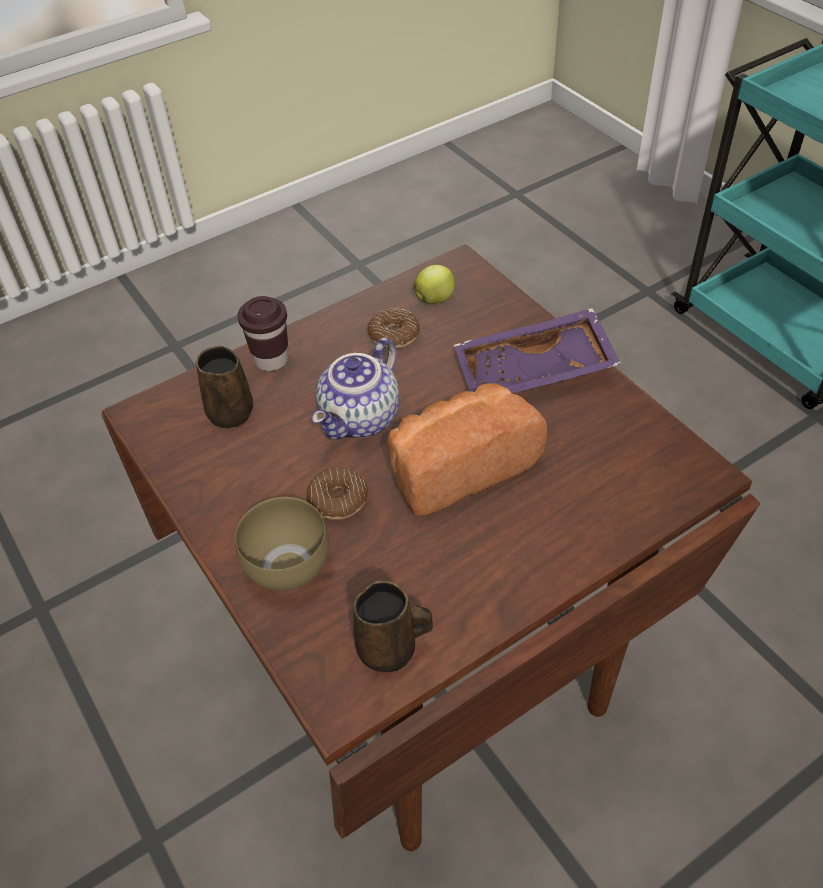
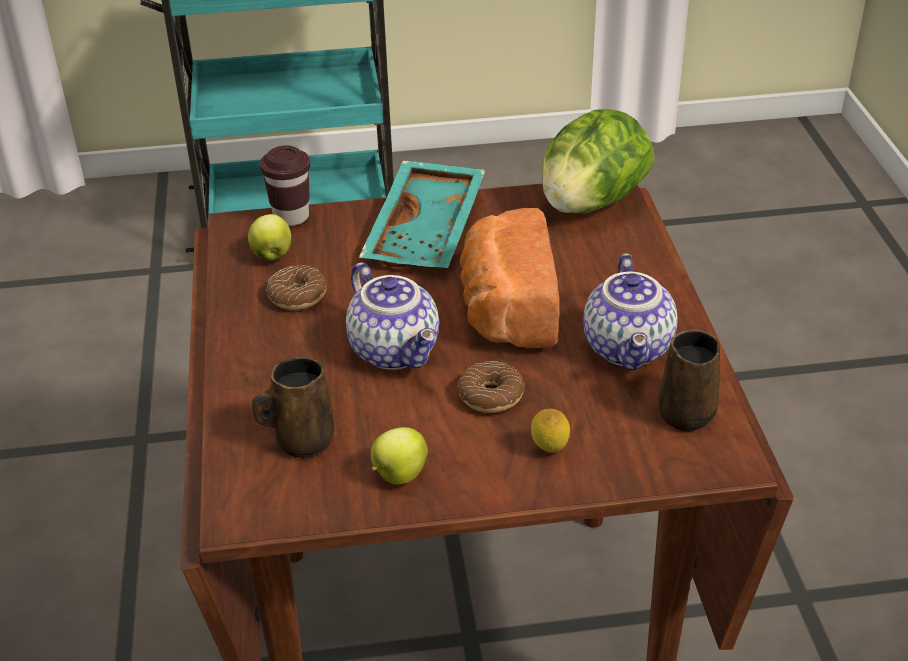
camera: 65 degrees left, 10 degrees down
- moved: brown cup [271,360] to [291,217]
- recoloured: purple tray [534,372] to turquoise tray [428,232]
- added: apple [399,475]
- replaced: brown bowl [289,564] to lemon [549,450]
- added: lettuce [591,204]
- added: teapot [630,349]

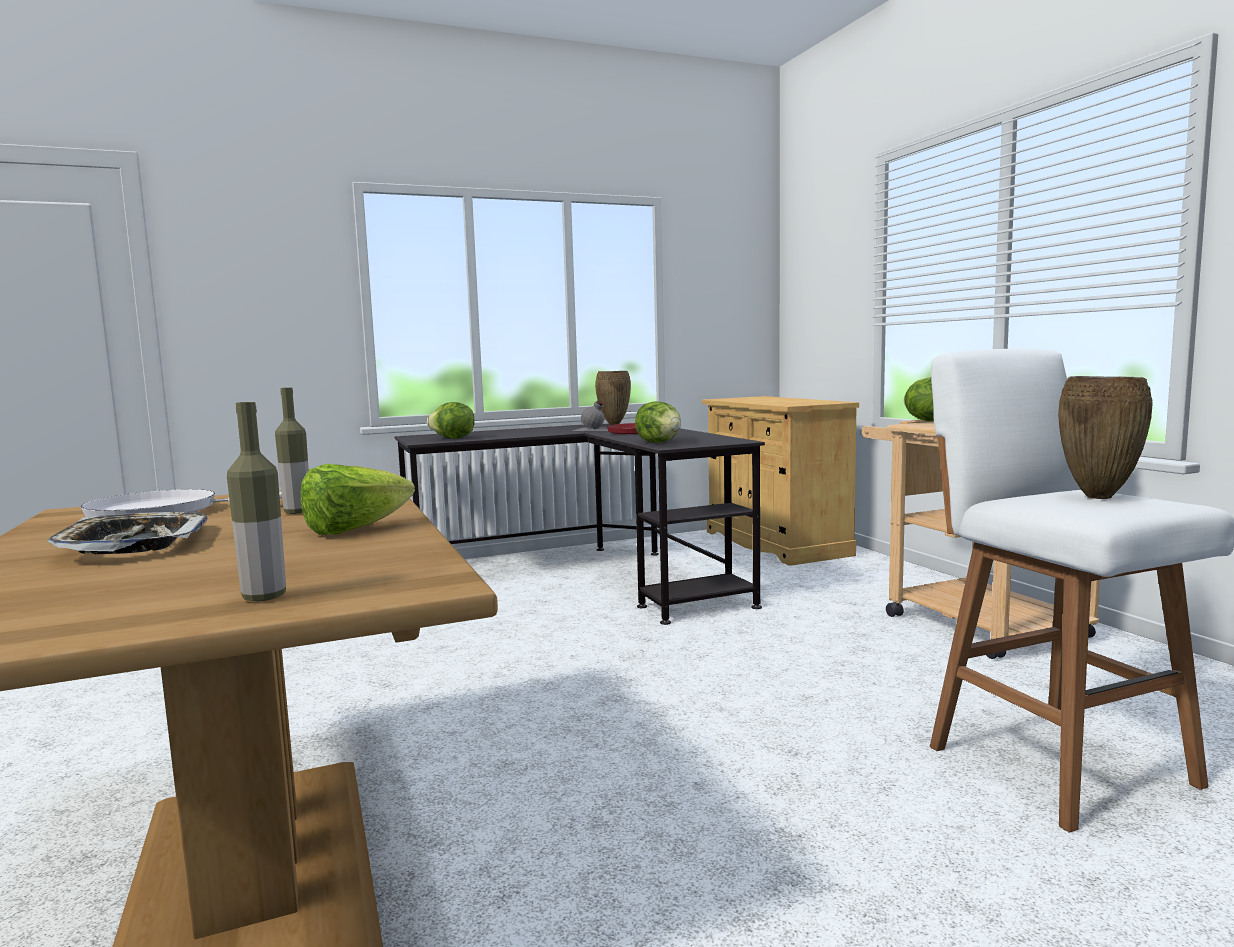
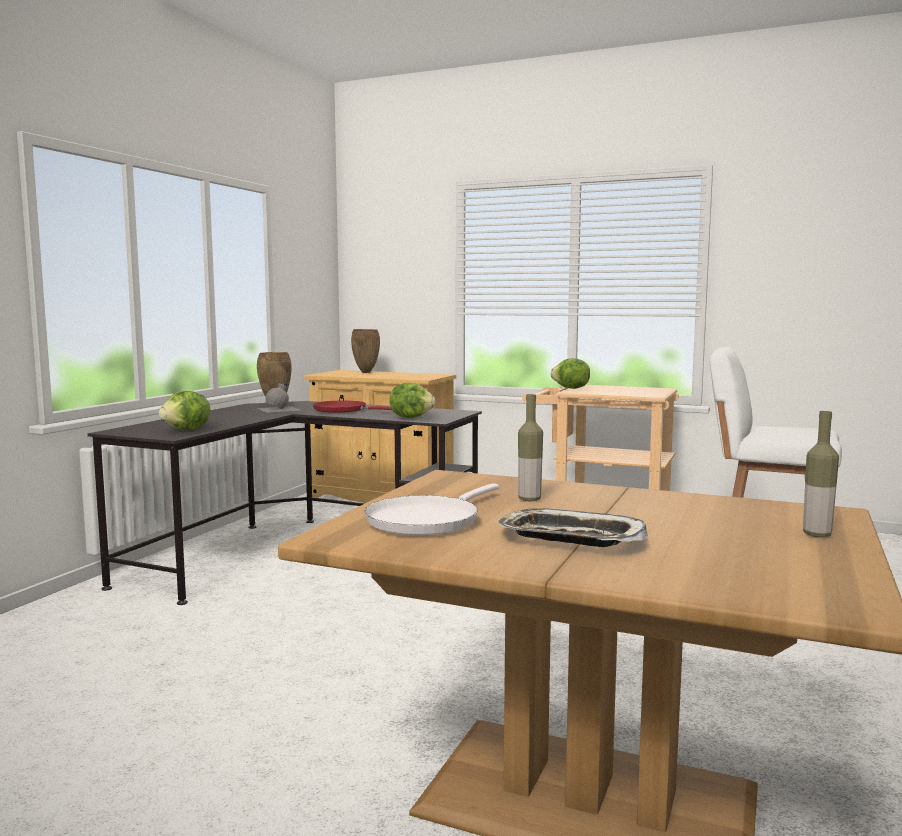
camera: 45 degrees left, 0 degrees up
- moved: brown vase [1099,497] to [366,372]
- removed: lettuce [355,530]

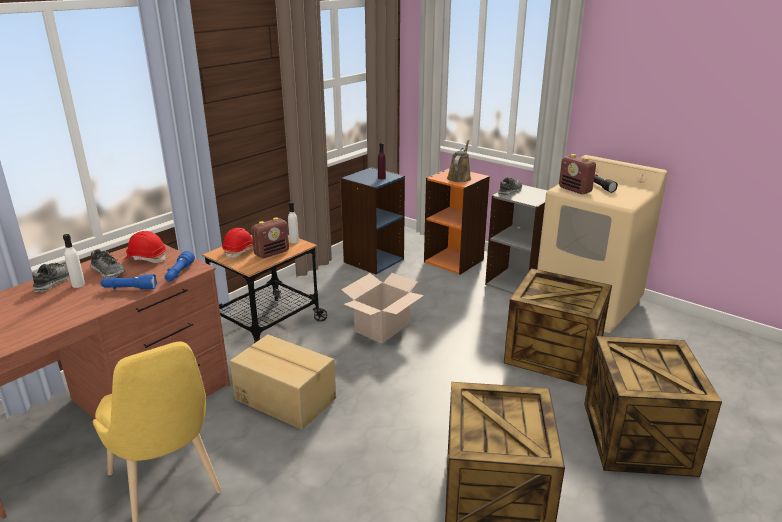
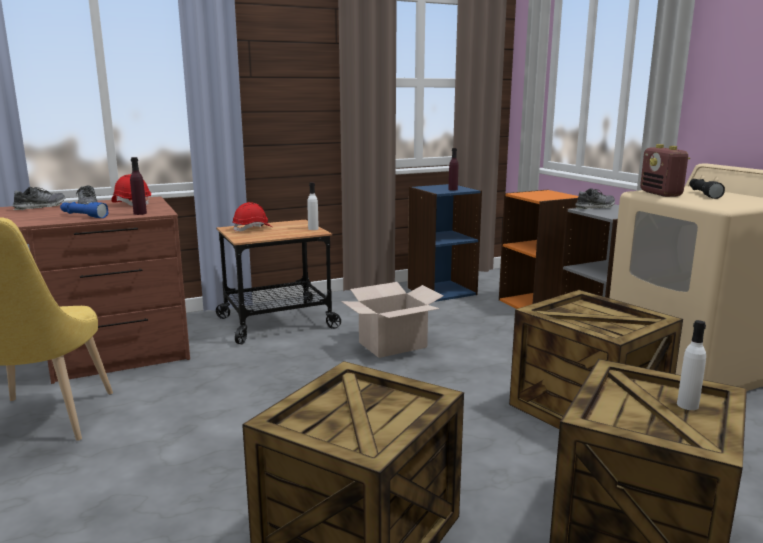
camera: 25 degrees right, 10 degrees down
- replaced: blue flashlight [179,273] to purple bottle [140,213]
- moved: white bottle [78,284] to [687,405]
- removed: cardboard box [286,398]
- removed: radio [272,253]
- removed: brown watering can [459,177]

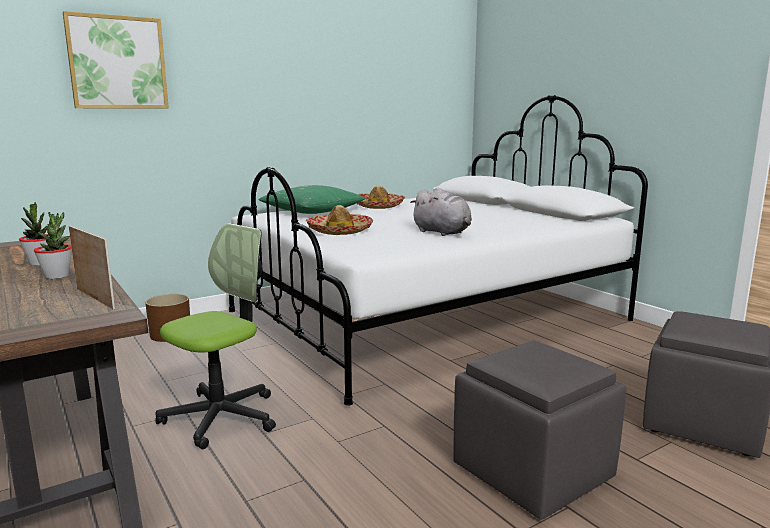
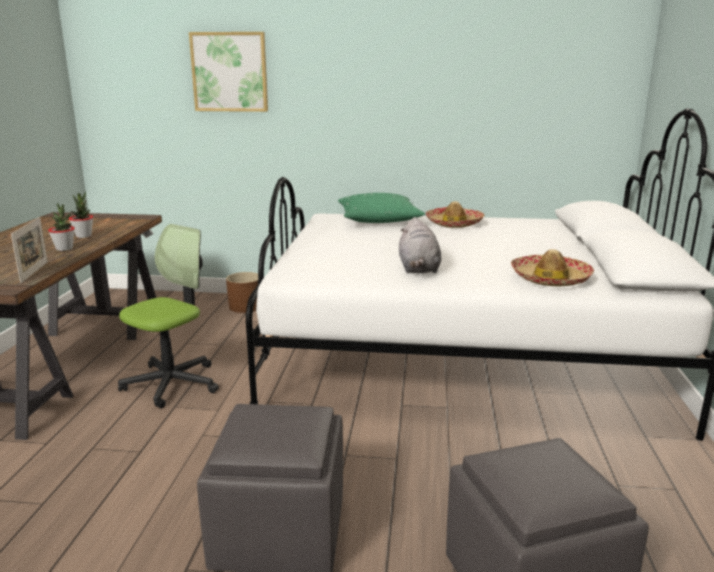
camera: 40 degrees right, 5 degrees up
- turned: office chair [221,417] = [172,383] 45 degrees counterclockwise
- moved: hat [339,231] to [549,279]

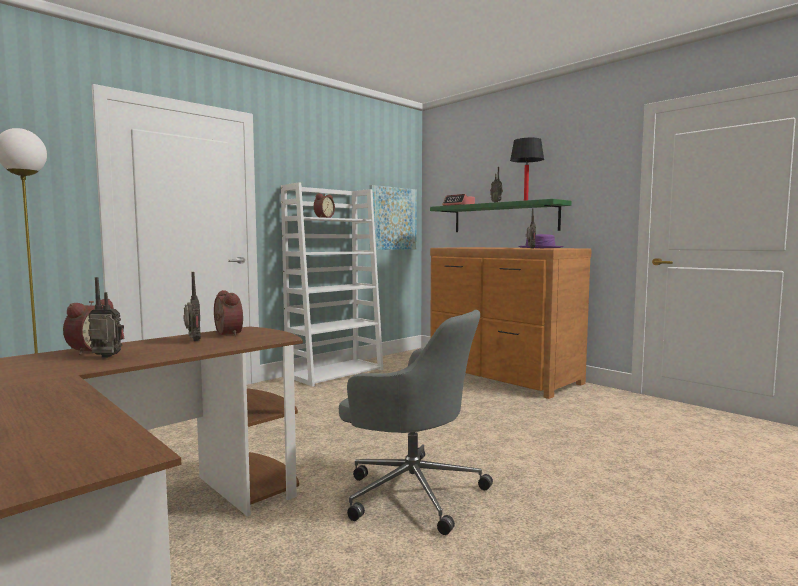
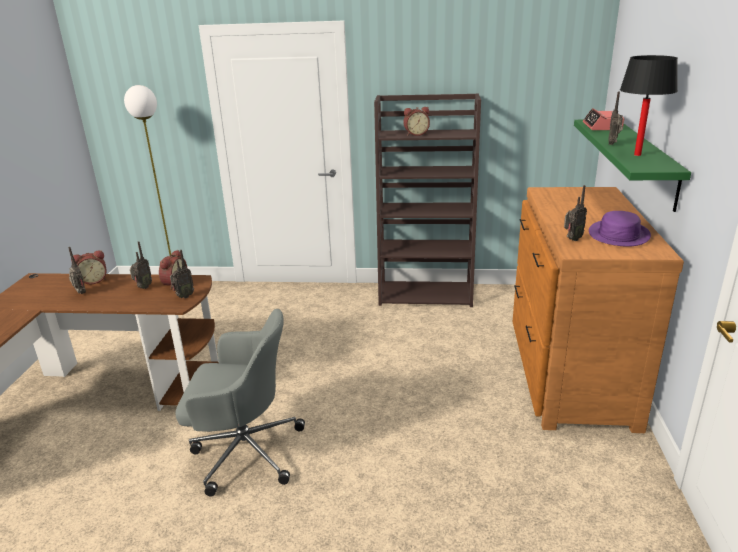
camera: 50 degrees right, 20 degrees up
- added: radio [183,296]
- turned: grey office chair [411,491] = [244,451] 75 degrees counterclockwise
- recoloured: white bookcase [335,372] to brown bookcase [426,294]
- removed: picture [392,218]

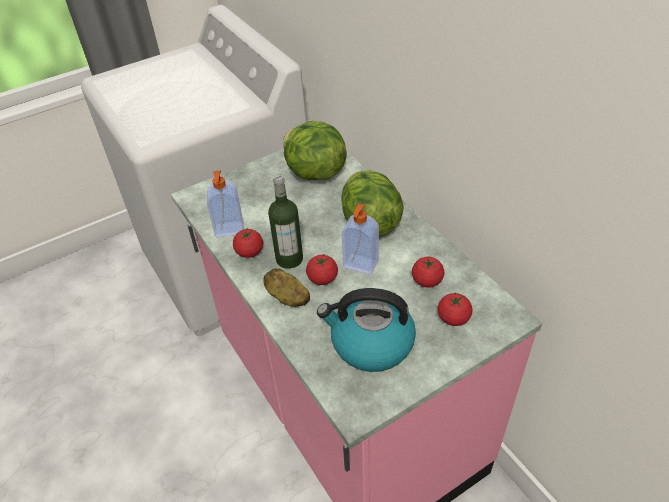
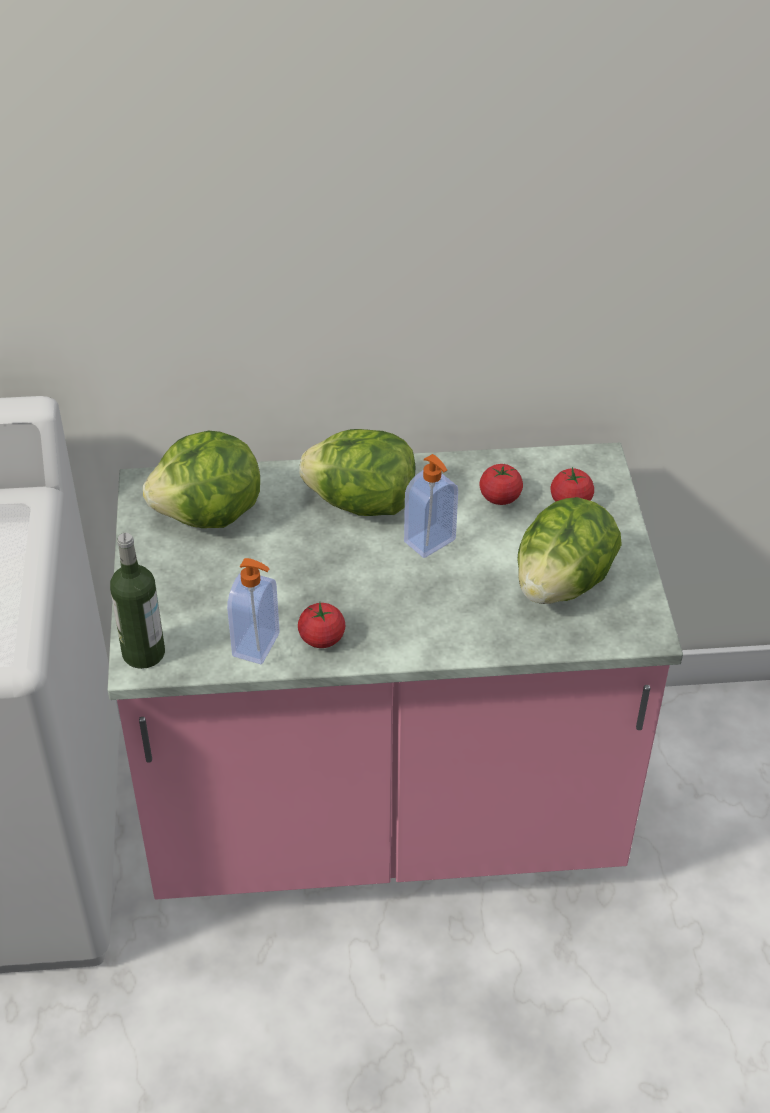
camera: 65 degrees left, 0 degrees up
- moved: bottle [289,259] to [143,653]
- replaced: kettle [370,344] to lettuce [562,583]
- removed: potato [287,297]
- removed: tomato [322,278]

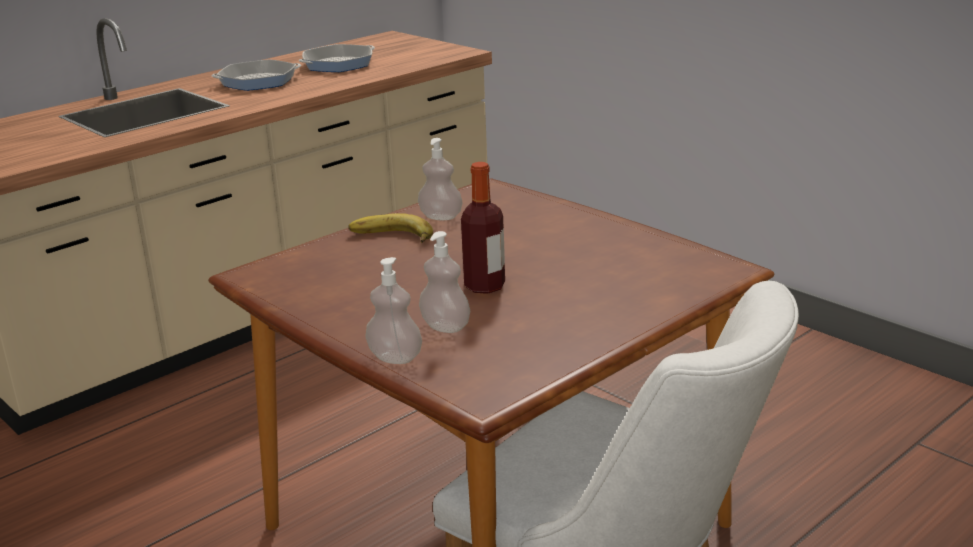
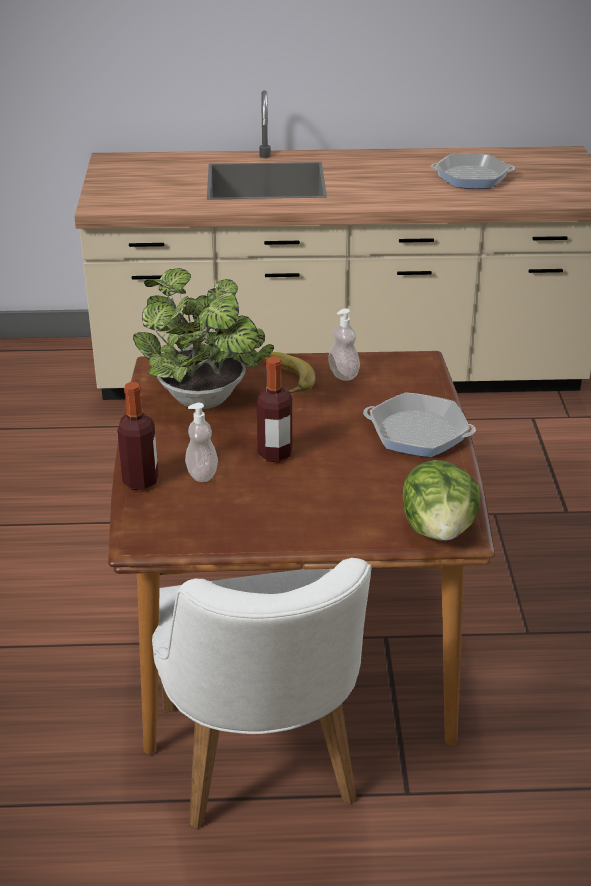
camera: 40 degrees right, 10 degrees up
- replaced: soap dispenser [395,357] to bottle [140,481]
- added: potted plant [206,401]
- moved: frying pan [258,81] to [418,432]
- added: lettuce [439,529]

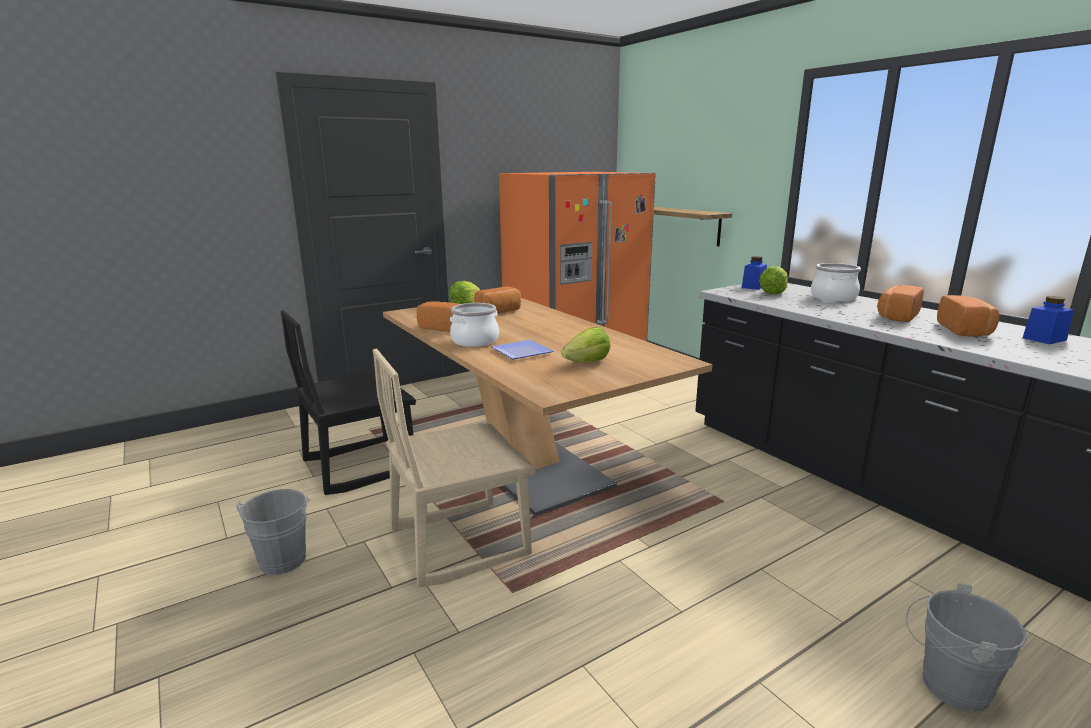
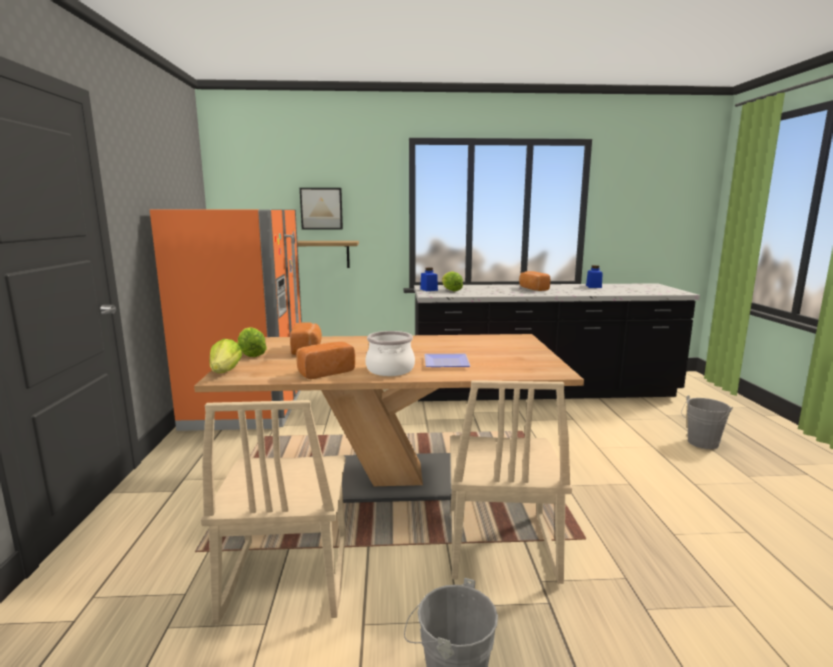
camera: 60 degrees left, 5 degrees down
- recoloured: black chair [359,466] to beige chair [285,578]
- moved: lettuce [587,362] to [225,372]
- added: picture [321,208]
- removed: cooking pot [833,297]
- removed: bread [965,330]

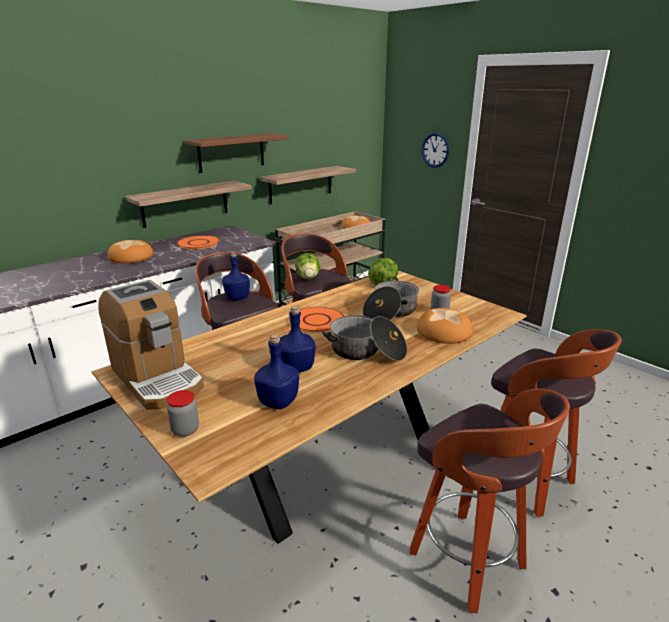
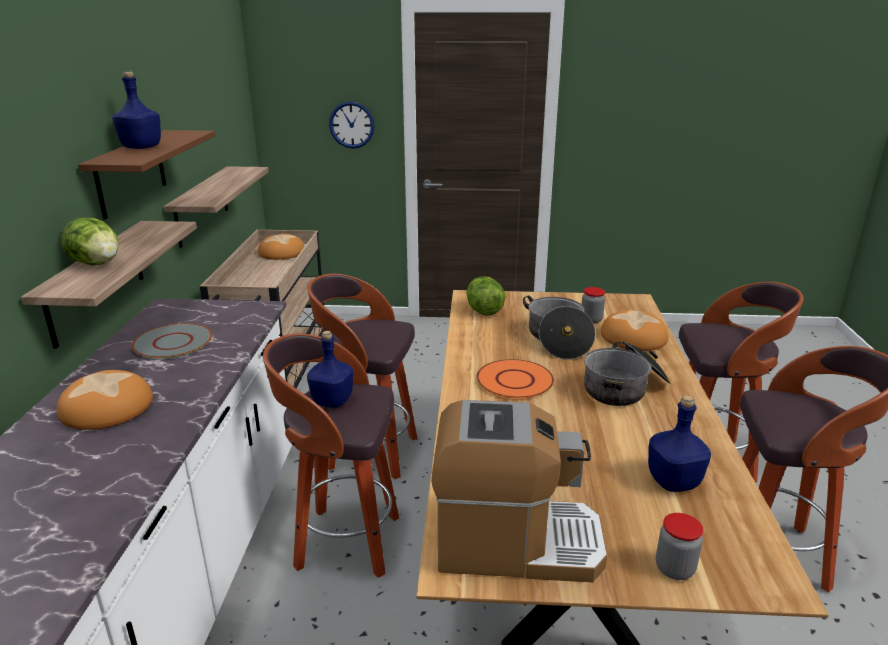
camera: 45 degrees left, 0 degrees up
- moved: lettuce [308,278] to [97,264]
- moved: blue bottle [297,368] to [142,147]
- recoloured: orange plate [198,243] to grey plate [173,343]

